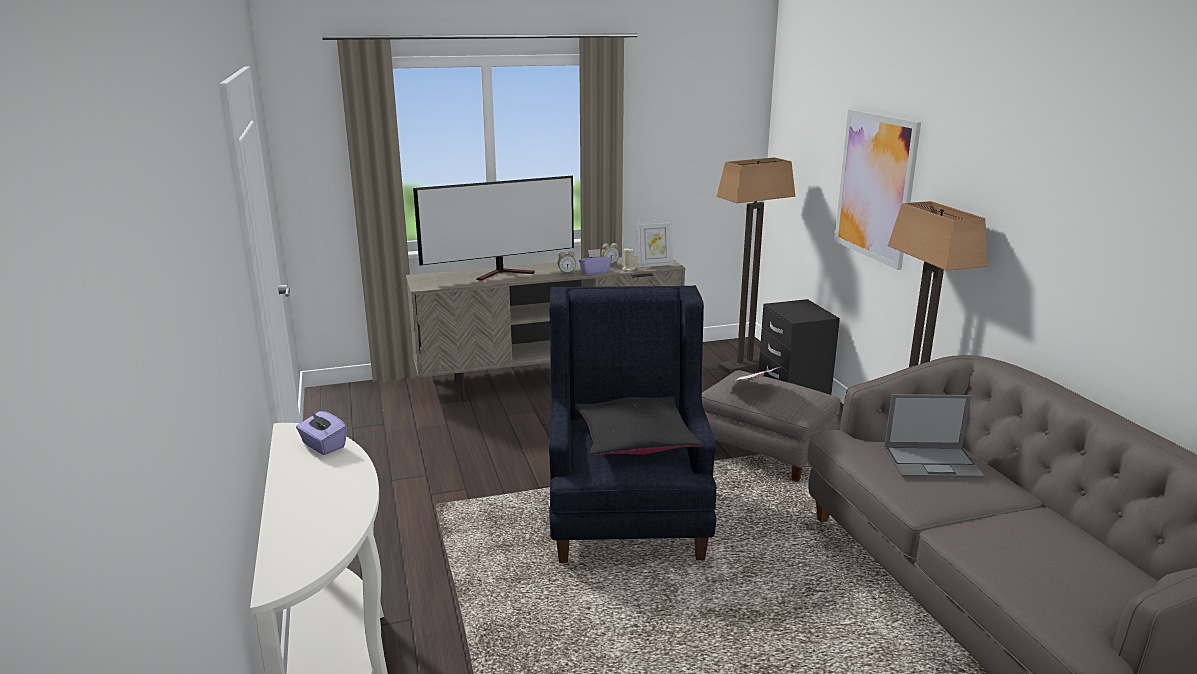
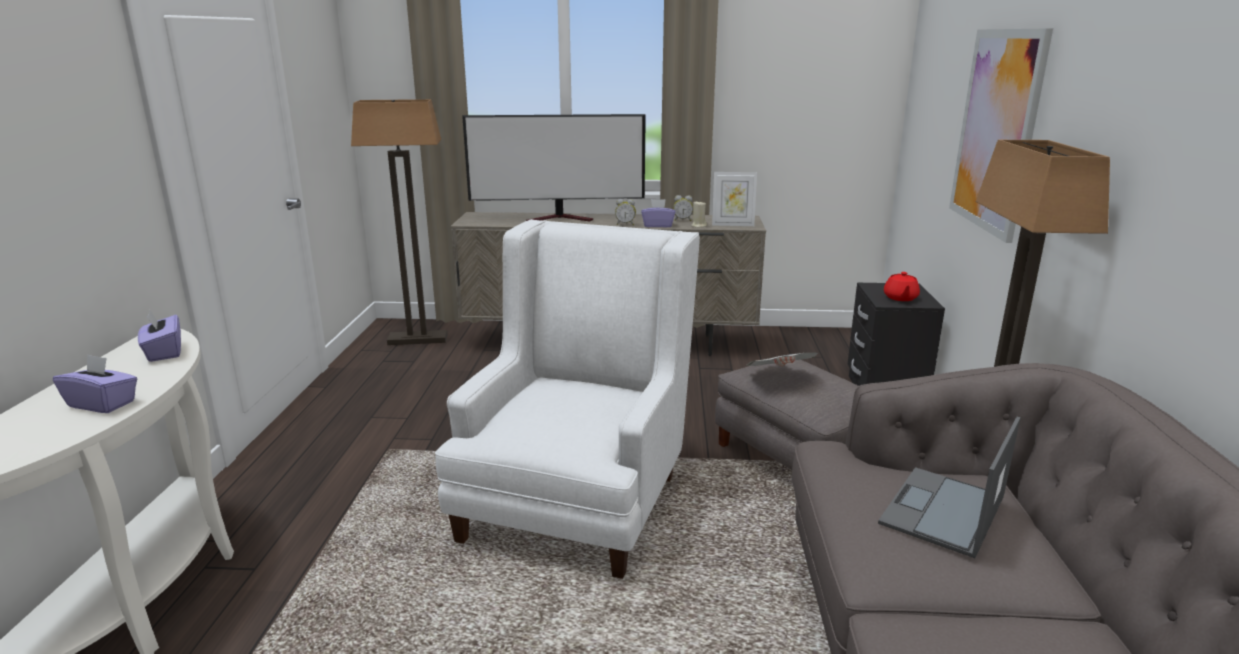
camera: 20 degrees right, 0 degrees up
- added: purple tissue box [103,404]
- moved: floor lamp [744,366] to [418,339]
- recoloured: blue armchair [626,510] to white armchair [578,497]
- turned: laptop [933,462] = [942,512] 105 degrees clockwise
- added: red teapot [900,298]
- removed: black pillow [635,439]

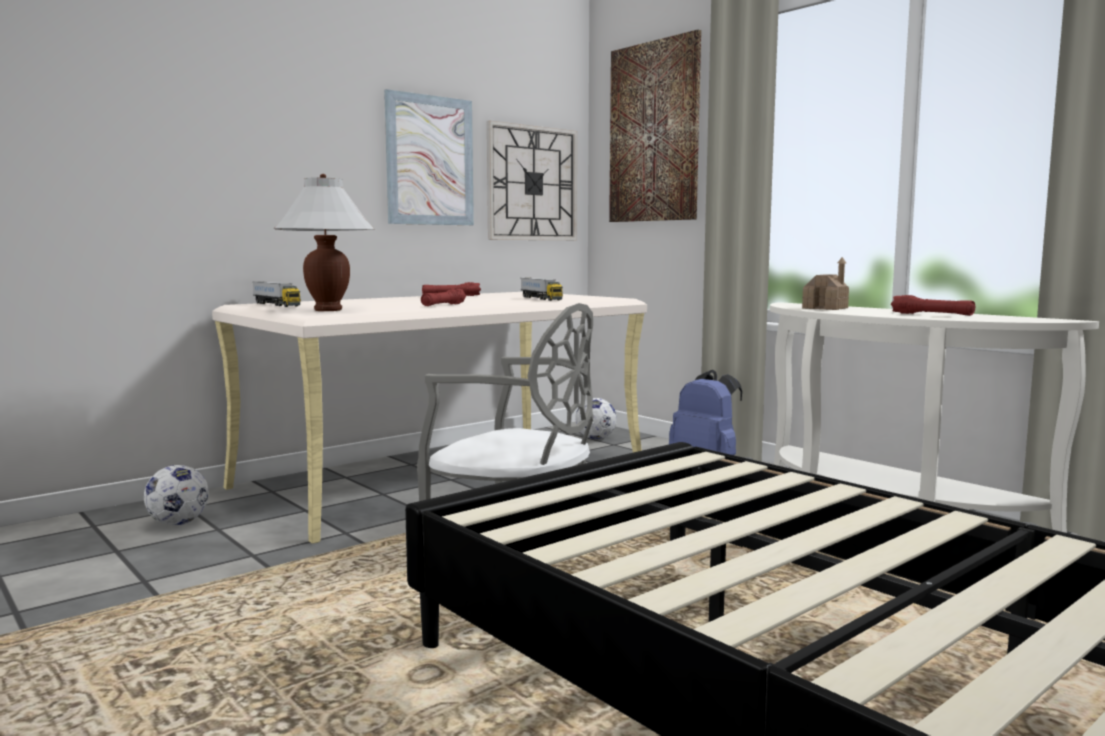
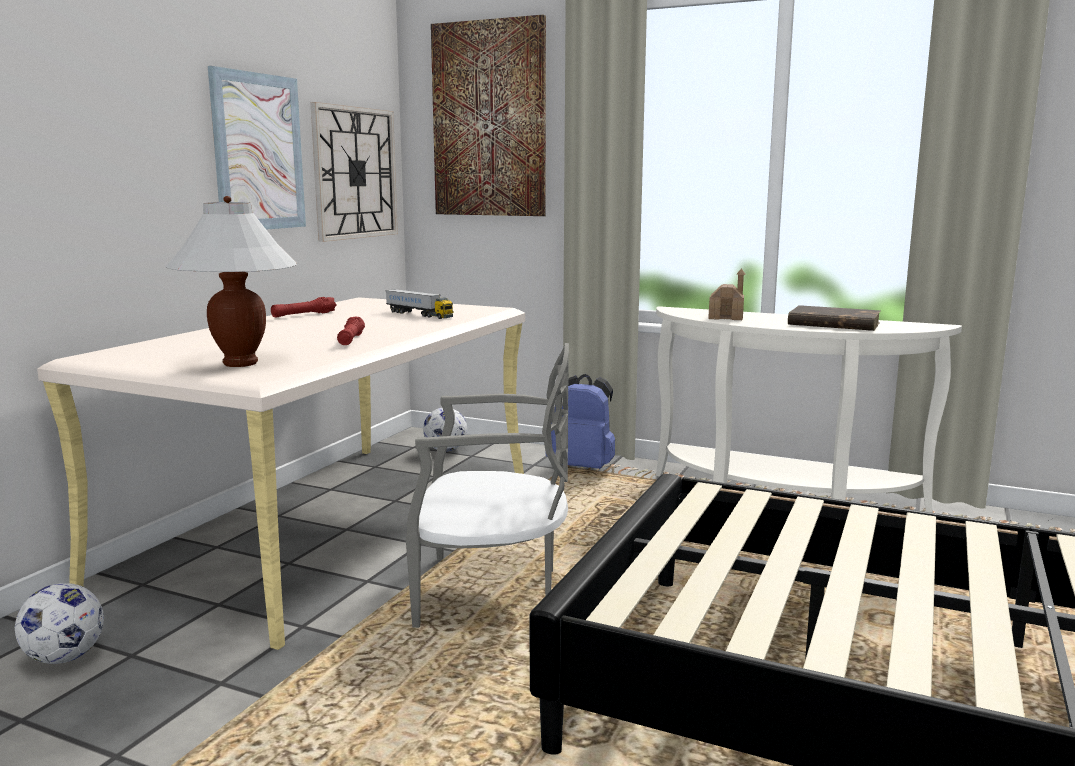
camera: 25 degrees left, 5 degrees up
- replaced: red flashlight [932,315] to brown book [832,324]
- removed: toy truck [276,304]

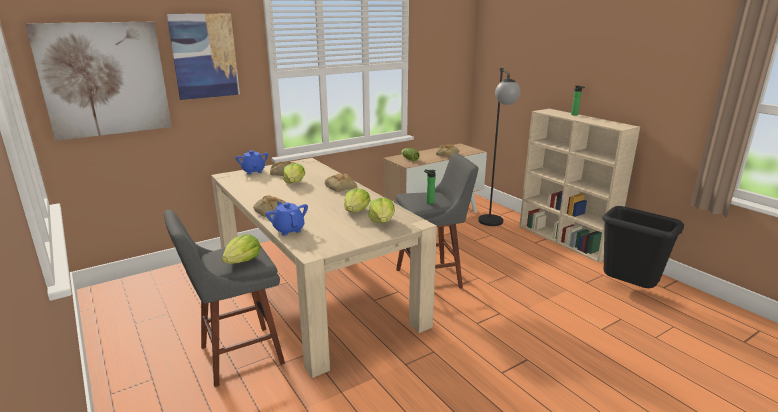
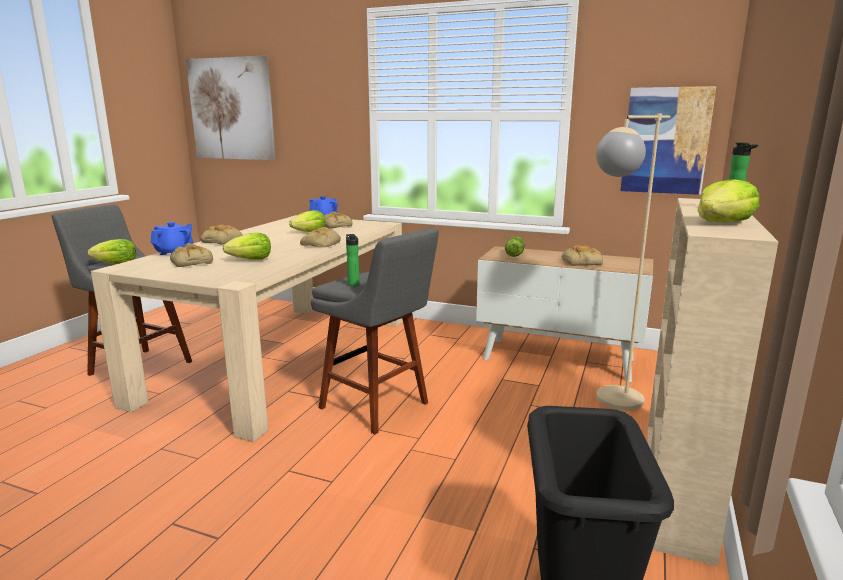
camera: 55 degrees right, 5 degrees down
- added: bread [191,262]
- recoloured: black floor lamp [492,225] to beige floor lamp [609,404]
- moved: picture [204,56] to [665,141]
- moved: lettuce [382,221] to [722,223]

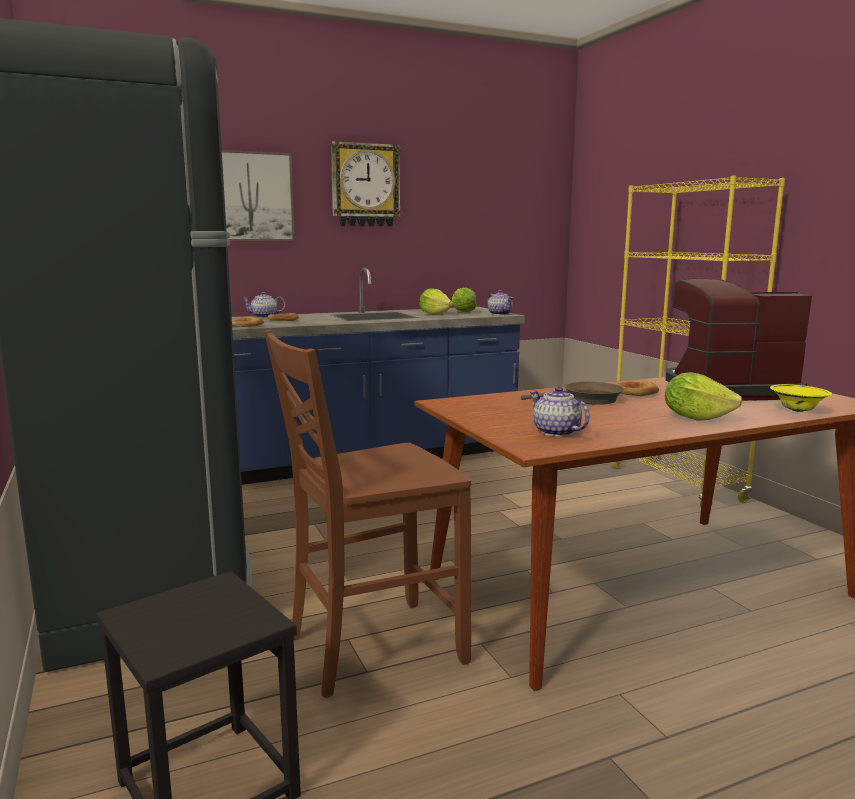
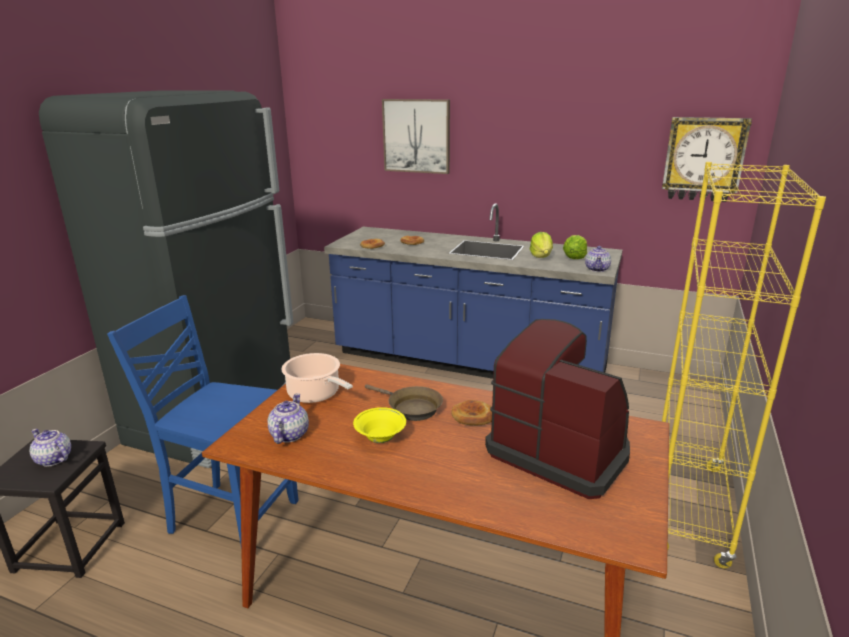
camera: 45 degrees right, 10 degrees up
- moved: teapot [264,316] to [53,459]
- recoloured: brown chair [371,648] to blue chair [231,517]
- added: cooking pot [316,394]
- moved: yellow bowl [797,411] to [380,438]
- moved: wall clock [365,185] to [703,159]
- removed: lettuce [696,418]

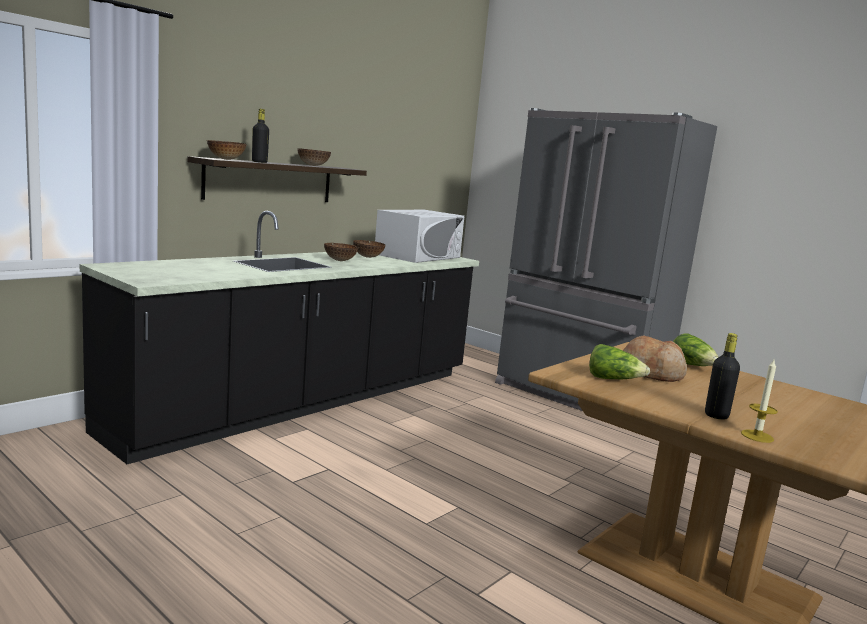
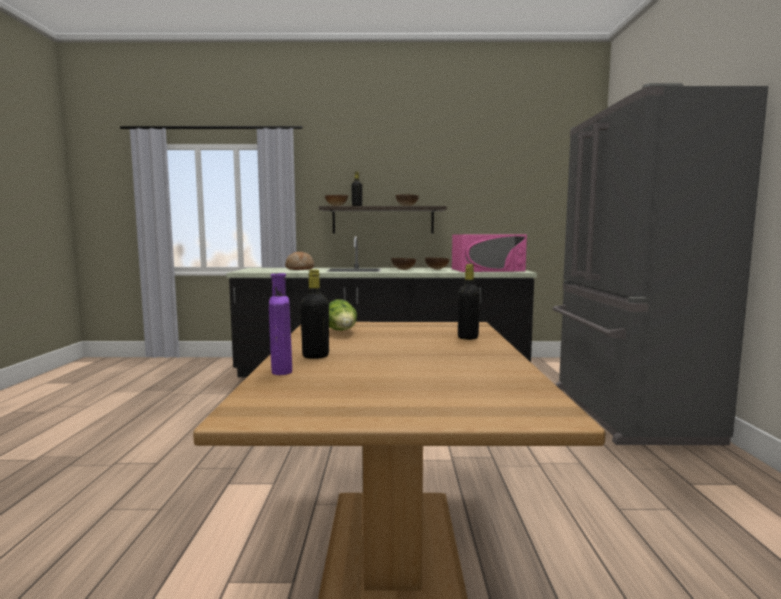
camera: 50 degrees right, 5 degrees down
- replaced: candle [757,436] to purple bottle [281,369]
- moved: bread [651,373] to [299,269]
- recoloured: white microwave [418,256] to pink microwave [487,270]
- replaced: lettuce [692,366] to black bottle [468,338]

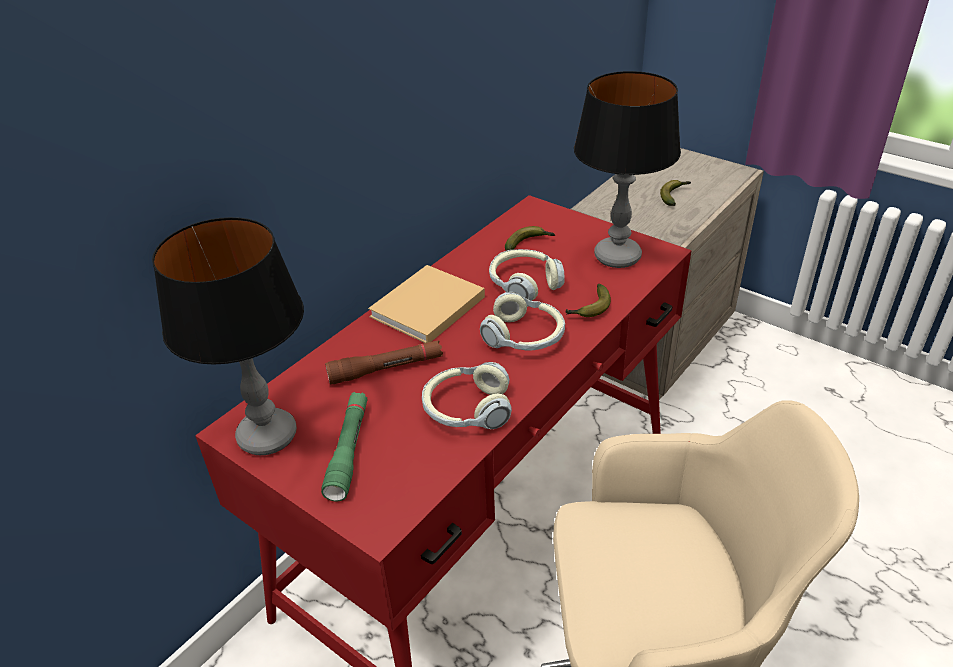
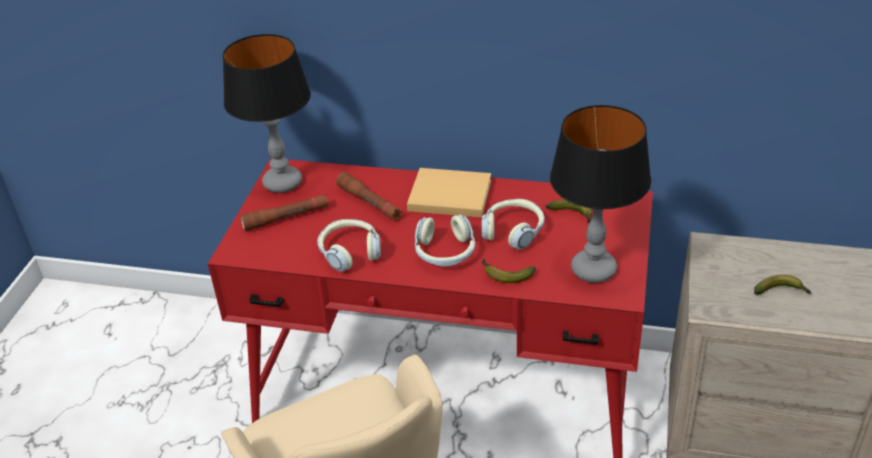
camera: 65 degrees right, 0 degrees up
- recoloured: green flashlight [349,451] to brown flashlight [286,218]

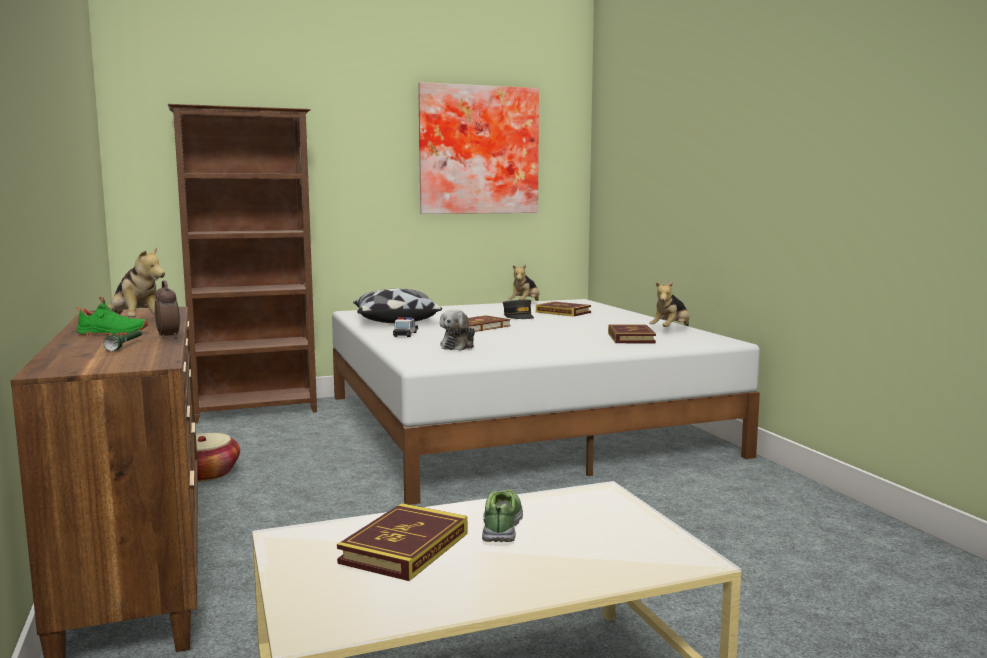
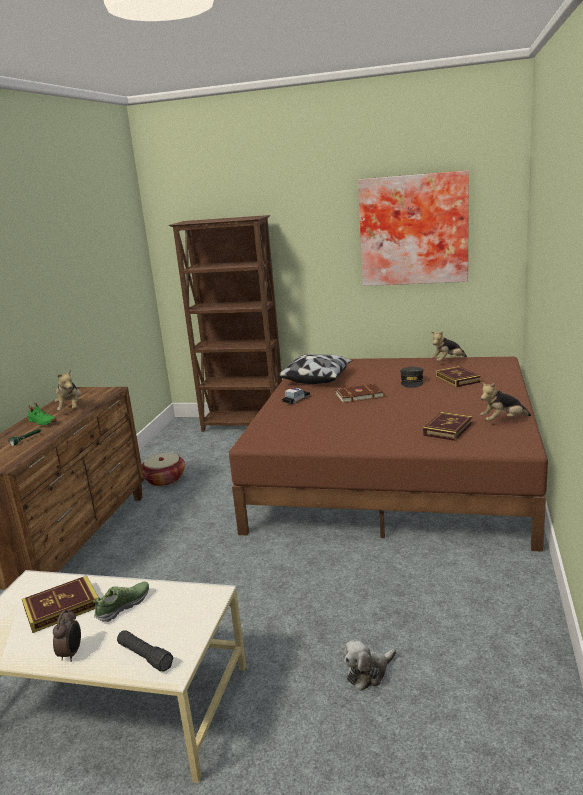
camera: 35 degrees right, 10 degrees up
- moved: alarm clock [169,337] to [71,653]
- added: black flashlight [145,656]
- recoloured: white bed [519,424] to brown bed [396,470]
- moved: plush toy [458,346] to [368,673]

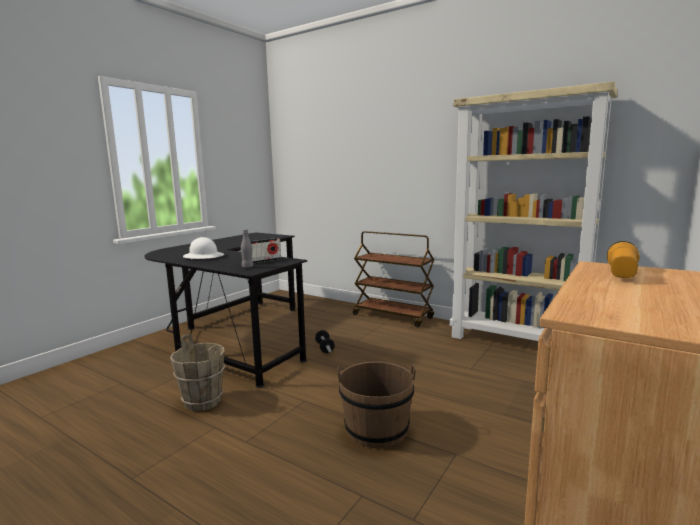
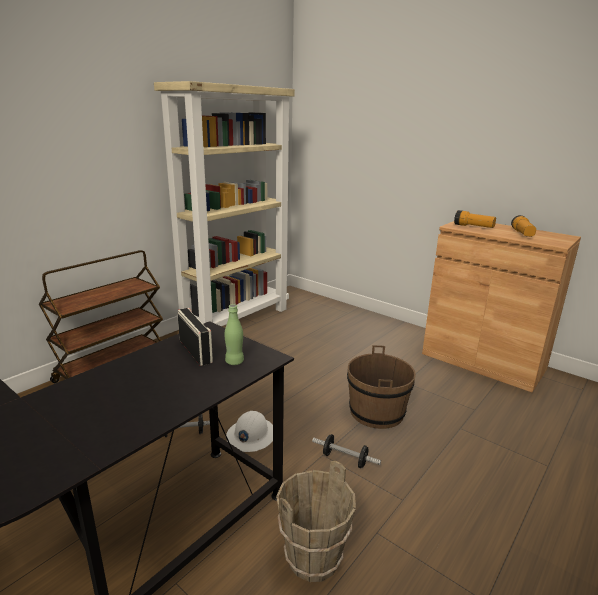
camera: 85 degrees left, 10 degrees up
- recoloured: grey bottle [247,267] to green bottle [234,362]
- moved: white hard hat [204,256] to [251,436]
- added: dumbbell [345,459]
- added: flashlight [522,234]

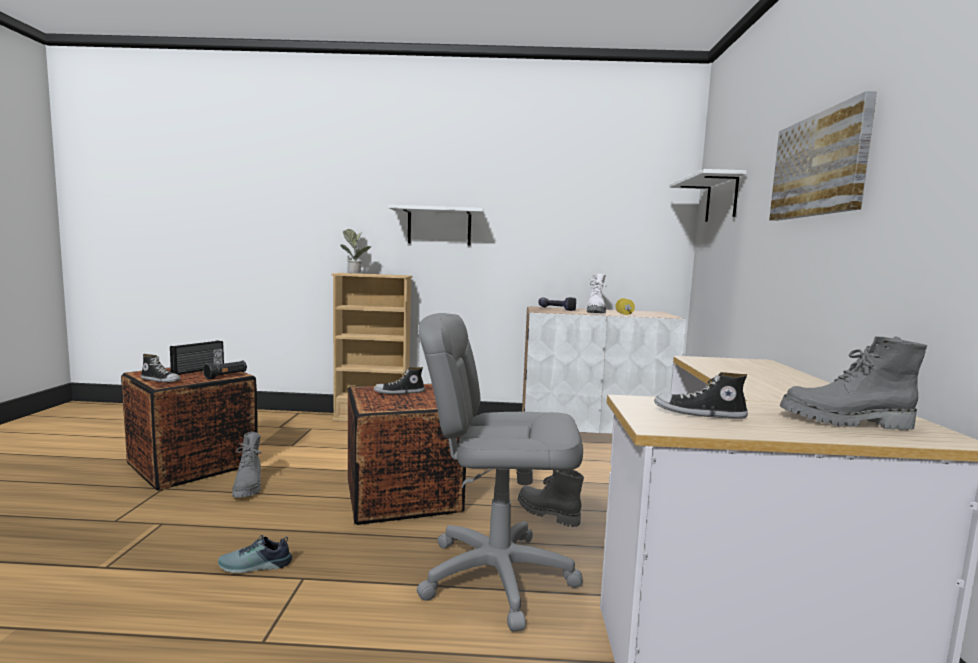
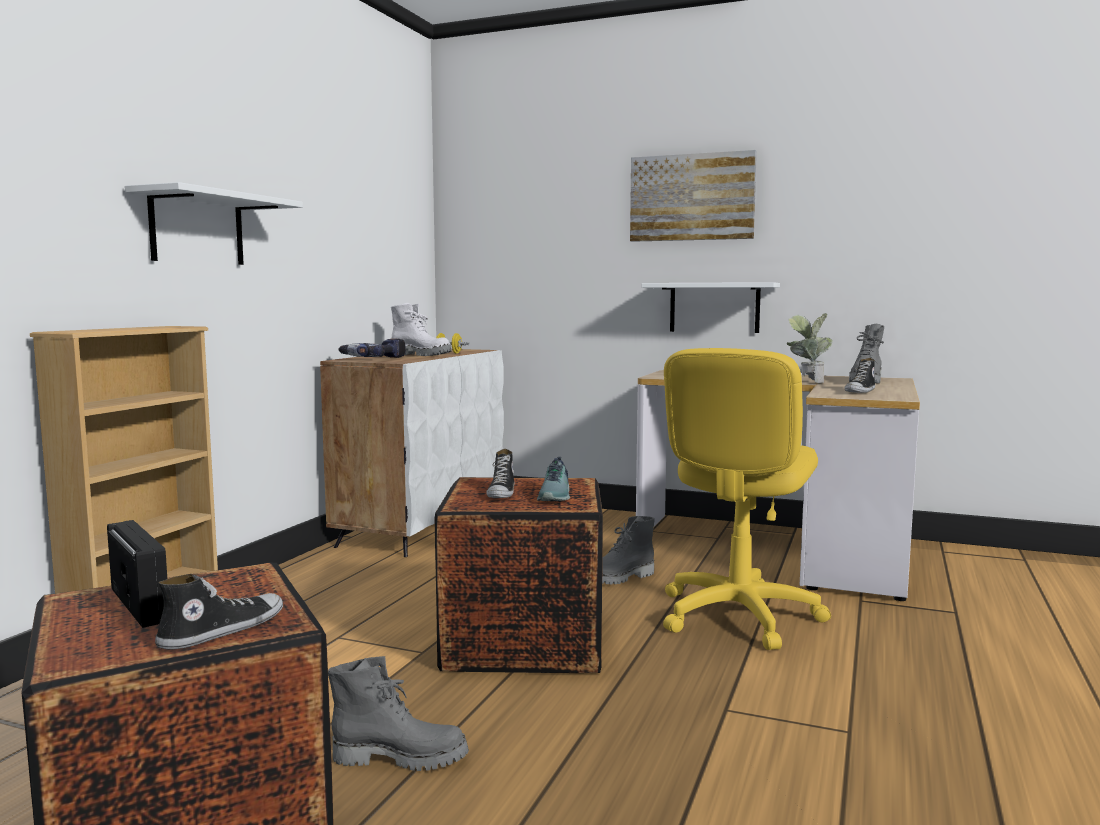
camera: 70 degrees left, 0 degrees up
- moved: shoe [255,566] to [556,496]
- moved: white shelf [721,199] to [714,307]
- recoloured: grey office chair [497,575] to yellow office chair [737,615]
- moved: potted plant [355,273] to [807,382]
- removed: black flashlight [226,376]

